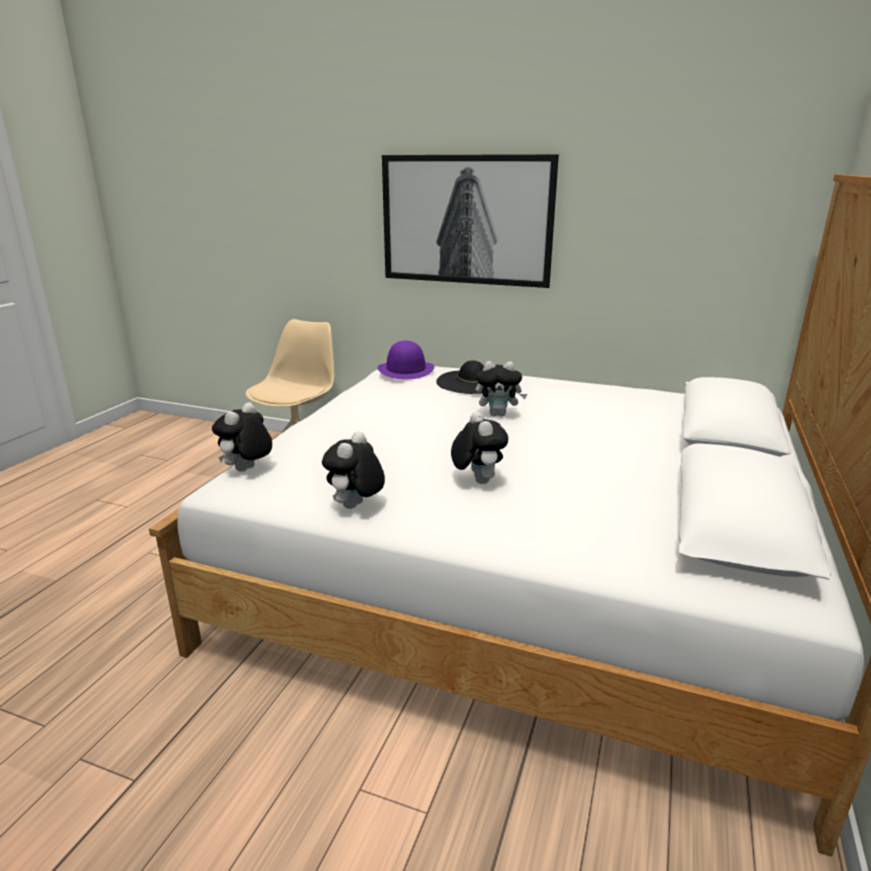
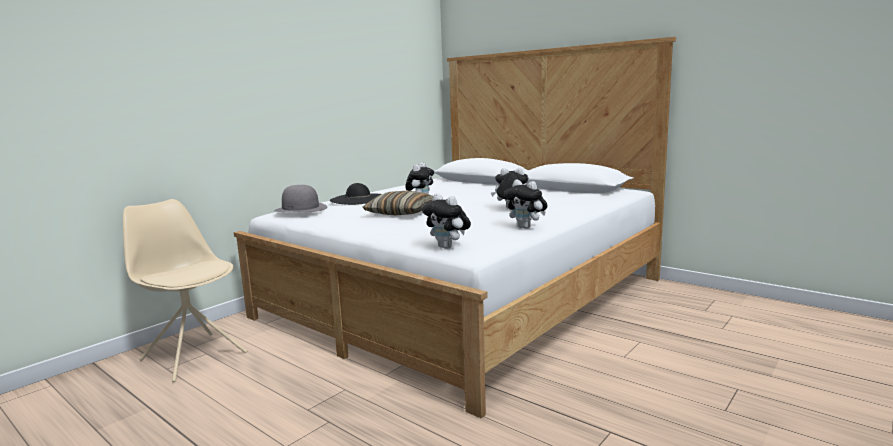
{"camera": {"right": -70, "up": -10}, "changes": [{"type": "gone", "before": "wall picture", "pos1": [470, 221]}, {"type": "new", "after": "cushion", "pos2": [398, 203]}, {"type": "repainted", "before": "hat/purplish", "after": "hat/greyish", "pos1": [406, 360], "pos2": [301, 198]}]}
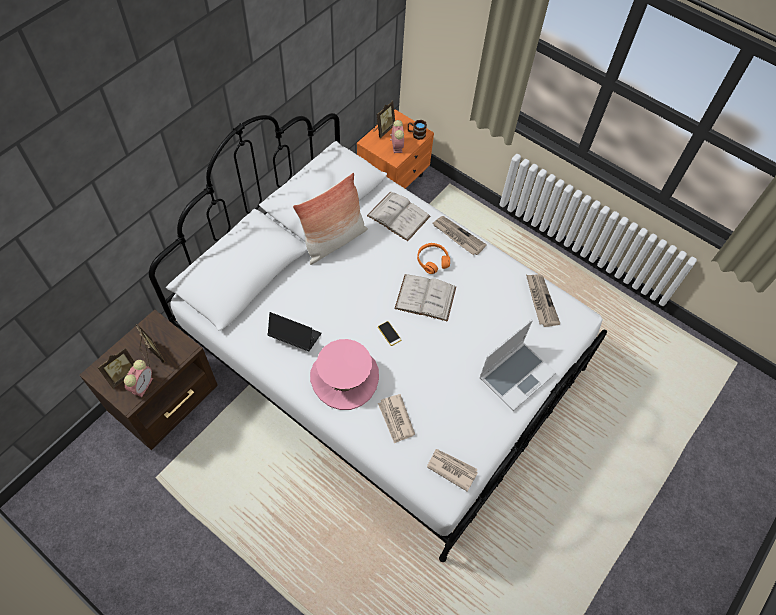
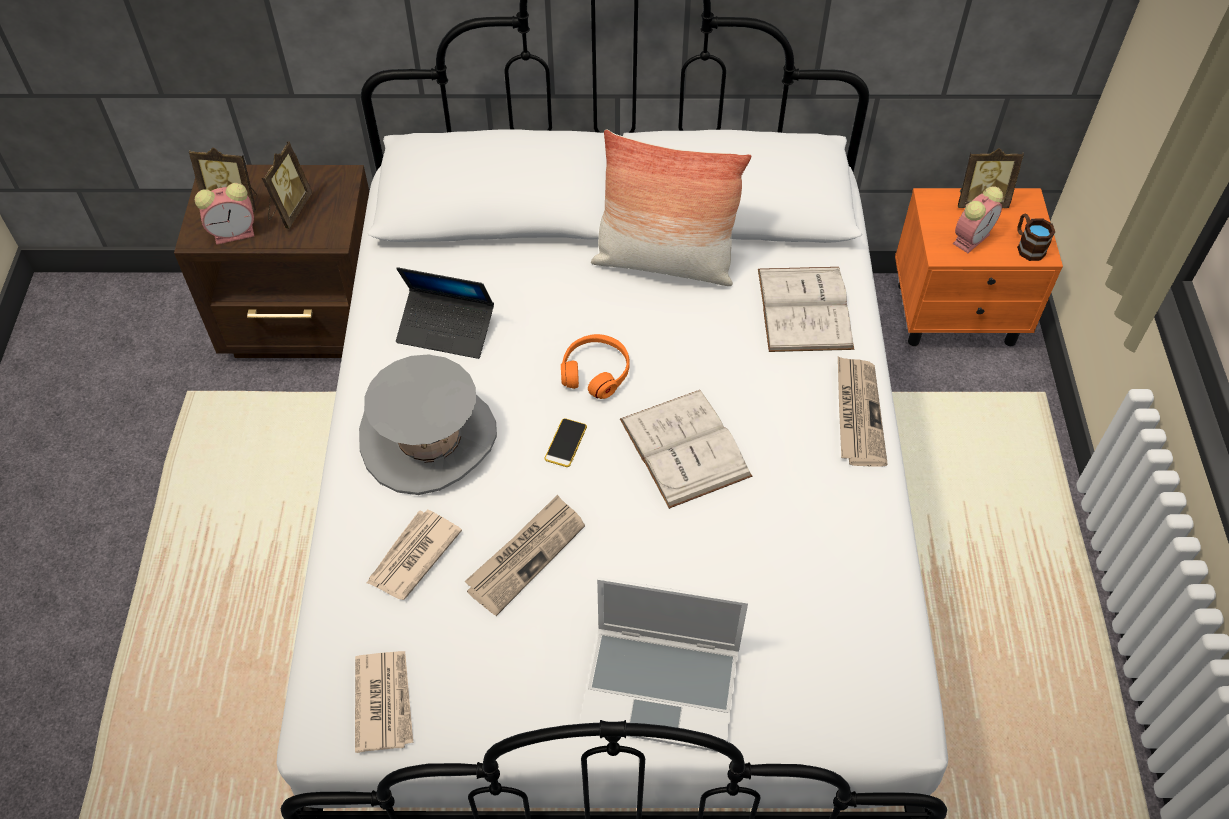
{"camera": {"right": 55, "up": -5}, "changes": [{"type": "shifted", "before": "headset/orange", "pos1": [433, 258], "pos2": [595, 366]}, {"type": "shifted", "before": "newspaper", "pos1": [543, 300], "pos2": [525, 555]}, {"type": "repainted", "before": "hat/pink-coloured", "after": "hat/greyish", "pos1": [344, 374], "pos2": [428, 425]}, {"type": "rotated", "before": "portable computer", "pos1": [294, 331], "pos2": [445, 313], "turn": 120}]}
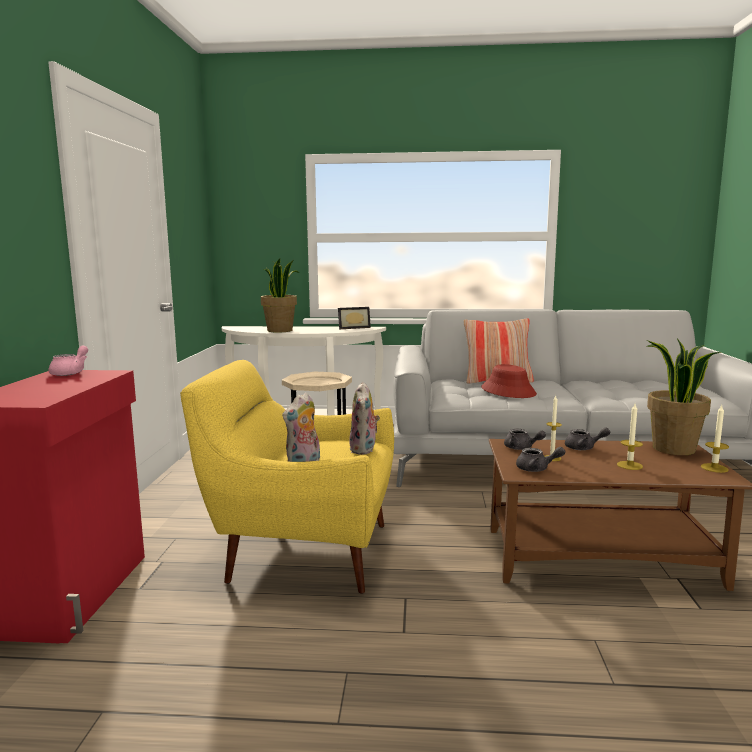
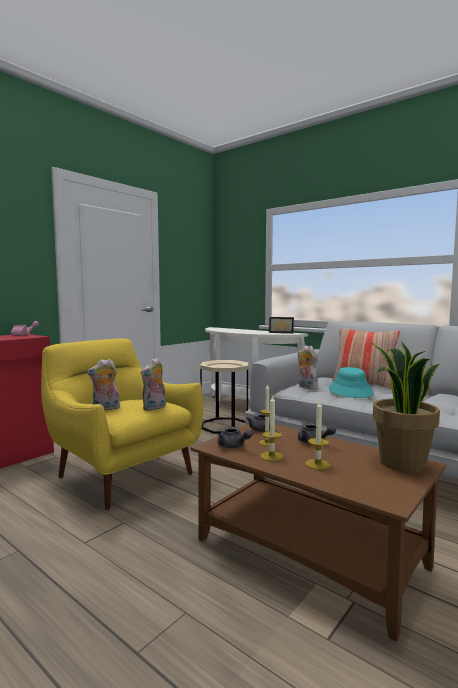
{"camera": {"right": 35, "up": -5}, "changes": [{"type": "gone", "before": "houseplant", "pos1": [280, 295]}, {"type": "new", "after": "plush toy", "pos2": [307, 367]}, {"type": "shifted", "before": "wax candle", "pos1": [715, 439], "pos2": [272, 428]}, {"type": "repainted", "before": "hat/red-coloured", "after": "hat/turquoise", "pos1": [509, 381], "pos2": [351, 382]}]}
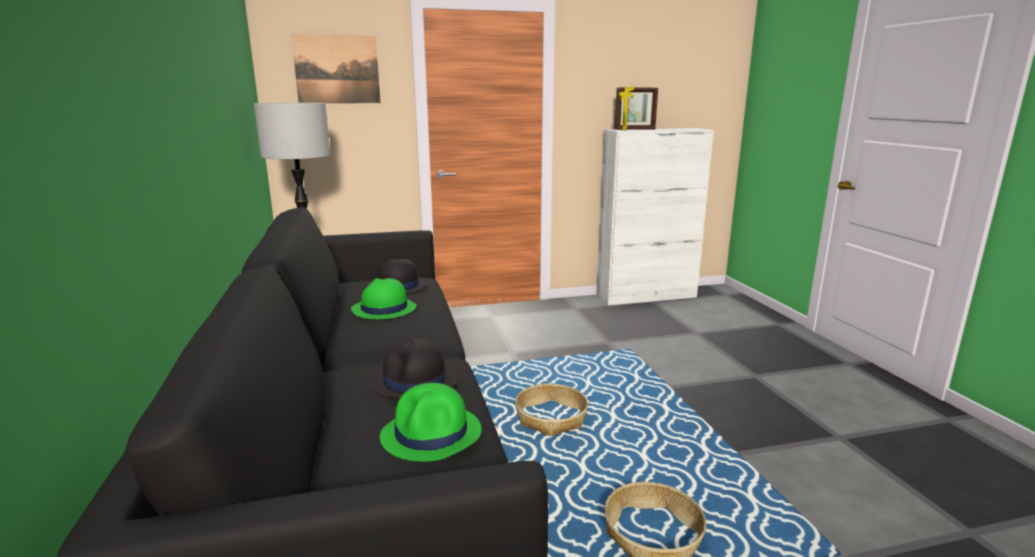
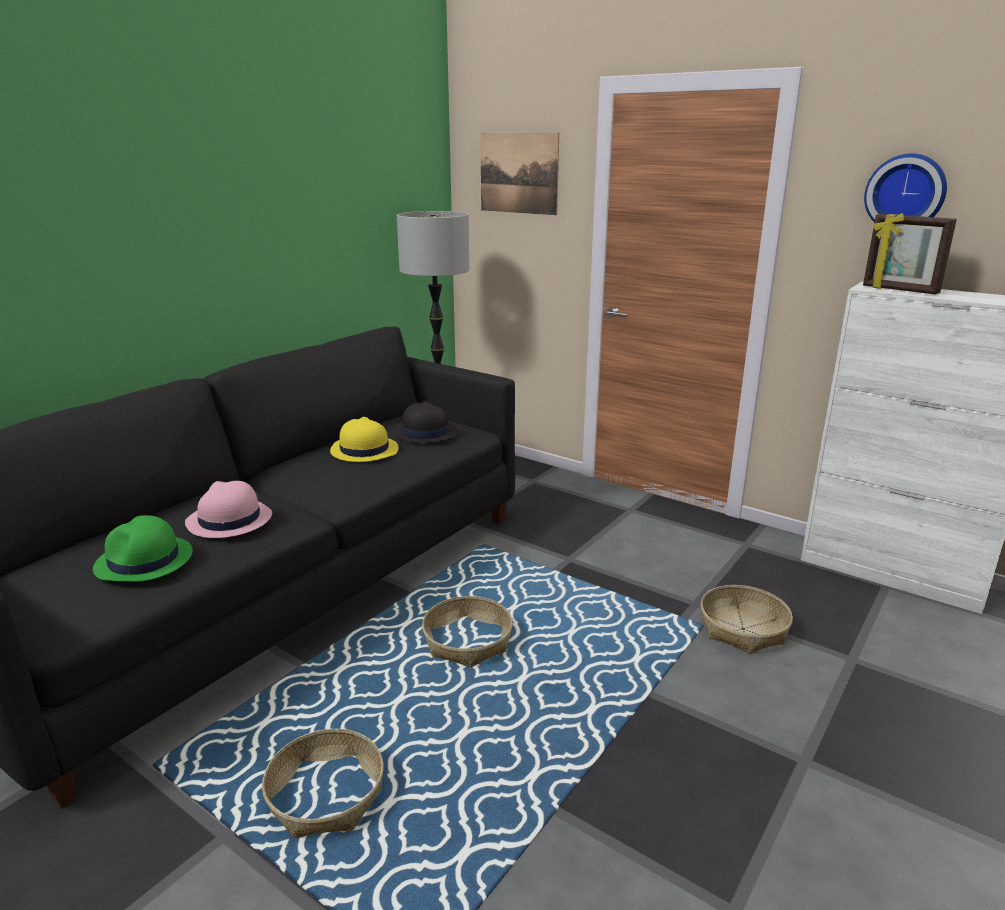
{"camera": {"right": 50, "up": 5}, "changes": [{"type": "new", "after": "storage basket", "pos2": [747, 619]}, {"type": "new", "after": "wall clock", "pos2": [905, 188]}, {"type": "repainted", "before": "hat/green", "after": "hat/yellowish", "pos1": [383, 298], "pos2": [364, 439]}, {"type": "repainted", "before": "hat/black", "after": "hat/pink-coloured", "pos1": [414, 369], "pos2": [228, 509]}]}
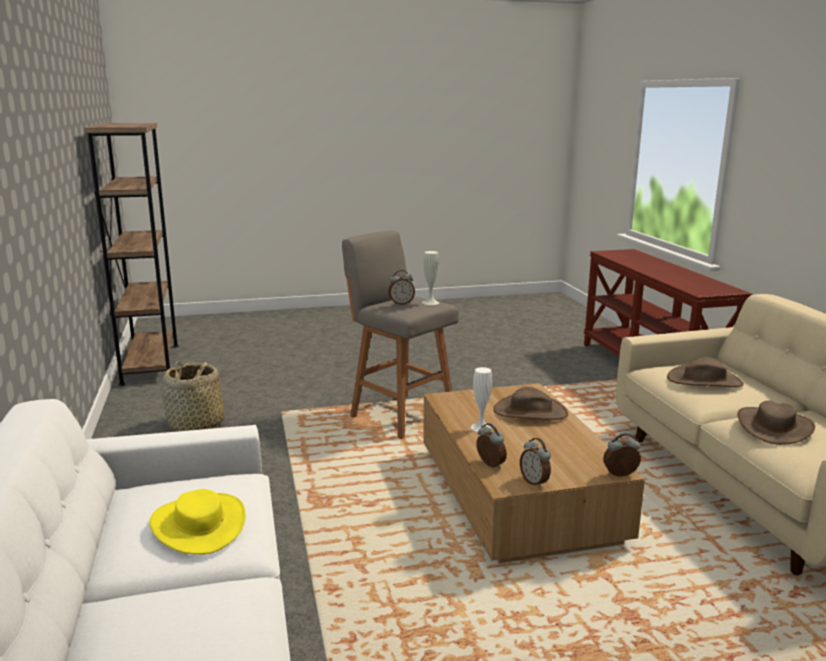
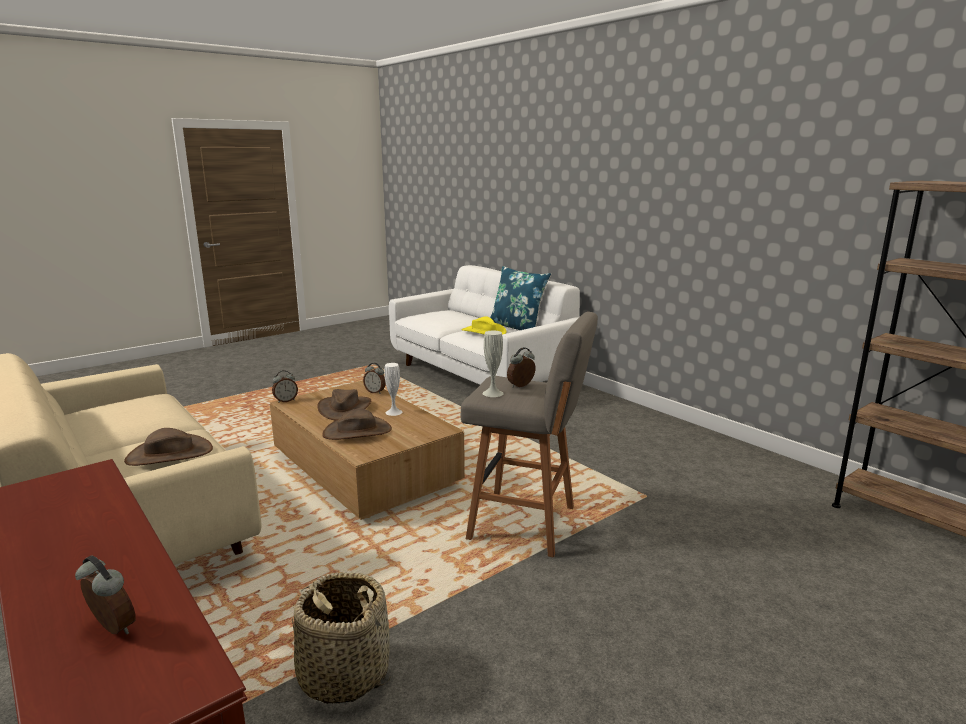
{"camera": {"right": 155, "up": 0}, "changes": [{"type": "new", "after": "cushion/bluish", "pos2": [520, 298]}, {"type": "shifted", "before": "storage basket", "pos1": [193, 397], "pos2": [341, 638]}, {"type": "shifted", "before": "bedside clock", "pos1": [535, 463], "pos2": [105, 595]}, {"type": "shifted", "before": "hat/brownish", "pos1": [776, 423], "pos2": [344, 404]}]}
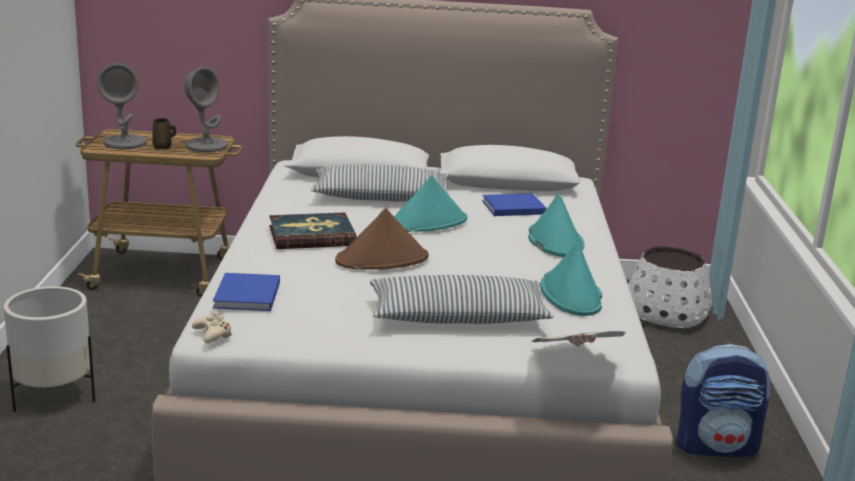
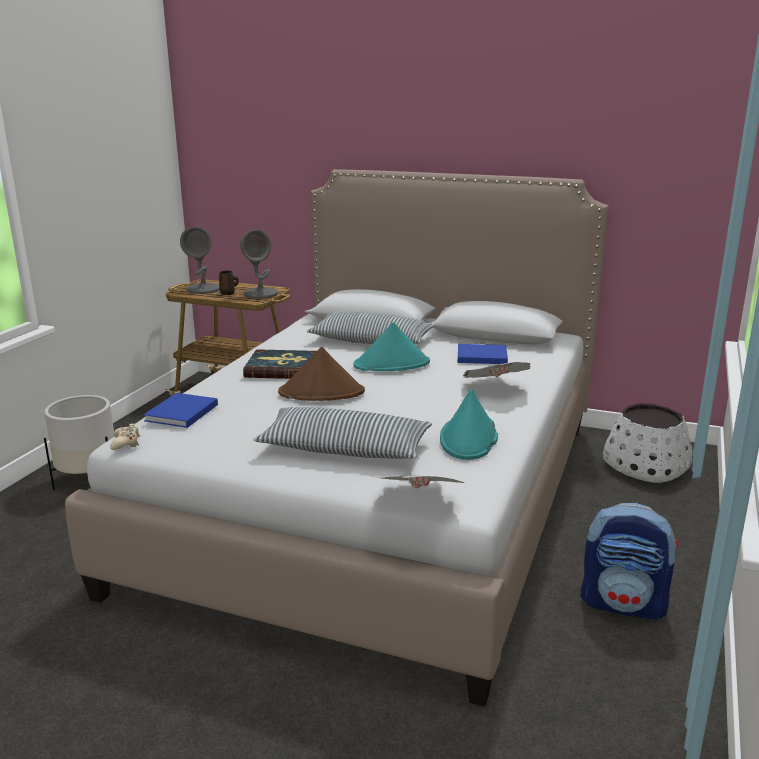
{"camera": {"right": 20, "up": 0}, "changes": [{"type": "swapped", "before": "hat/turquoise", "after": "newspaper", "pos1": [556, 225], "pos2": [497, 370]}]}
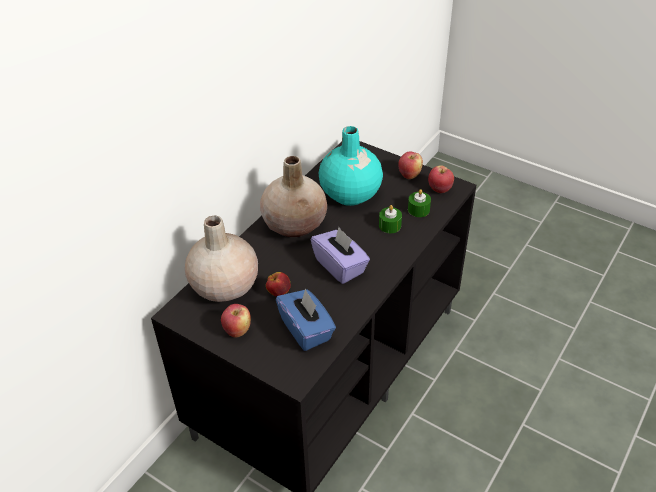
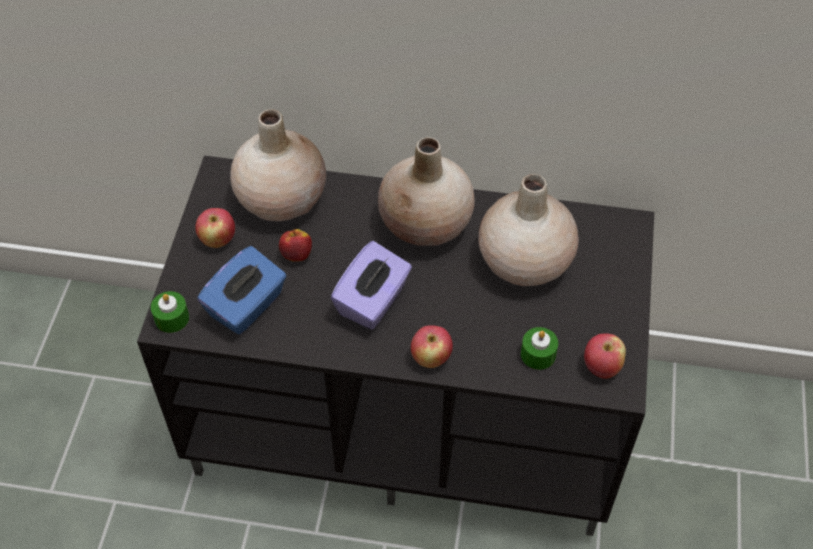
{"camera": {"right": 65, "up": 10}, "changes": [{"type": "shifted", "before": "wax candle/green", "pos1": [390, 219], "pos2": [170, 312]}, {"type": "shifted", "before": "whole apple", "pos1": [410, 165], "pos2": [432, 346]}, {"type": "repainted", "before": "flower vase/turquoise", "after": "flower vase/beige", "pos1": [351, 166], "pos2": [528, 230]}]}
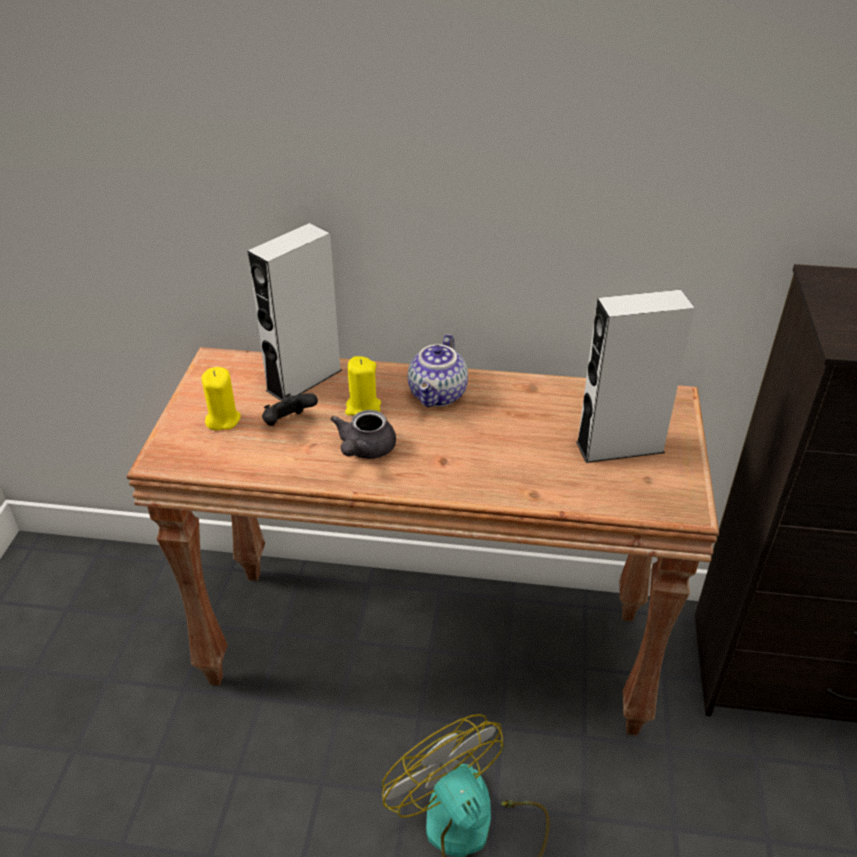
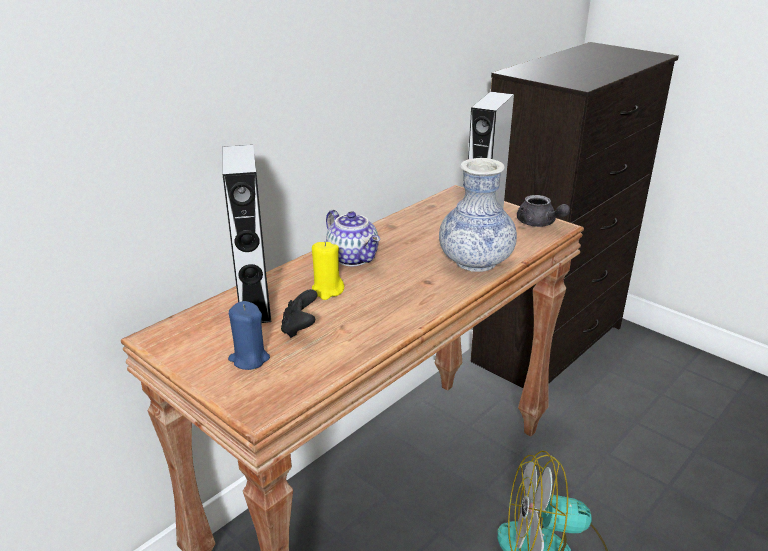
{"camera": {"right": -55, "up": -10}, "changes": [{"type": "new", "after": "flower vase", "pos2": [478, 215]}, {"type": "shifted", "before": "teapot/greyish", "pos1": [363, 434], "pos2": [543, 211]}, {"type": "repainted", "before": "wax candle/yellowish", "after": "wax candle/bluish", "pos1": [221, 399], "pos2": [249, 335]}]}
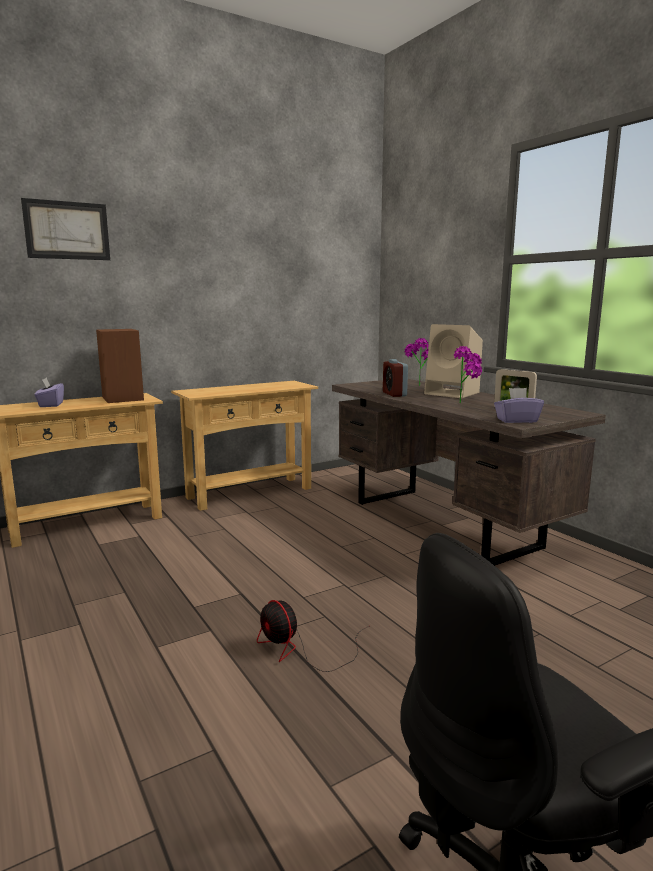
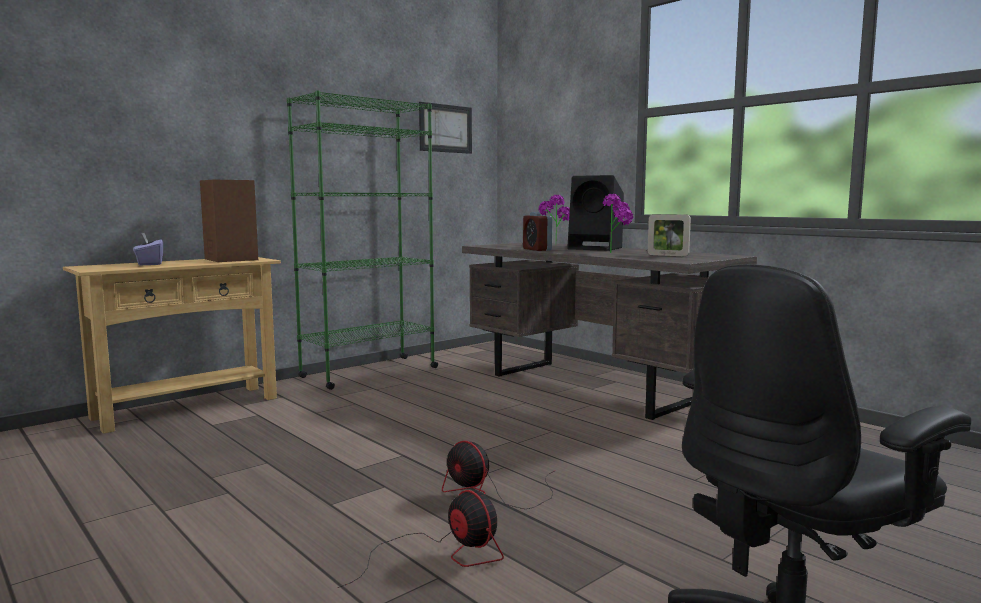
{"camera": {"right": -10, "up": -5}, "changes": [{"type": "gone", "before": "tissue box/purplish", "pos1": [519, 405]}, {"type": "new", "after": "cooling fan", "pos2": [420, 539]}, {"type": "shifted", "before": "wall picture", "pos1": [65, 229], "pos2": [445, 128]}, {"type": "swapped", "before": "hall table/beige", "after": "bookshelf/green", "pos1": [244, 446], "pos2": [362, 240]}, {"type": "repainted", "before": "speaker/beige", "after": "speaker/black", "pos1": [453, 361], "pos2": [595, 213]}]}
